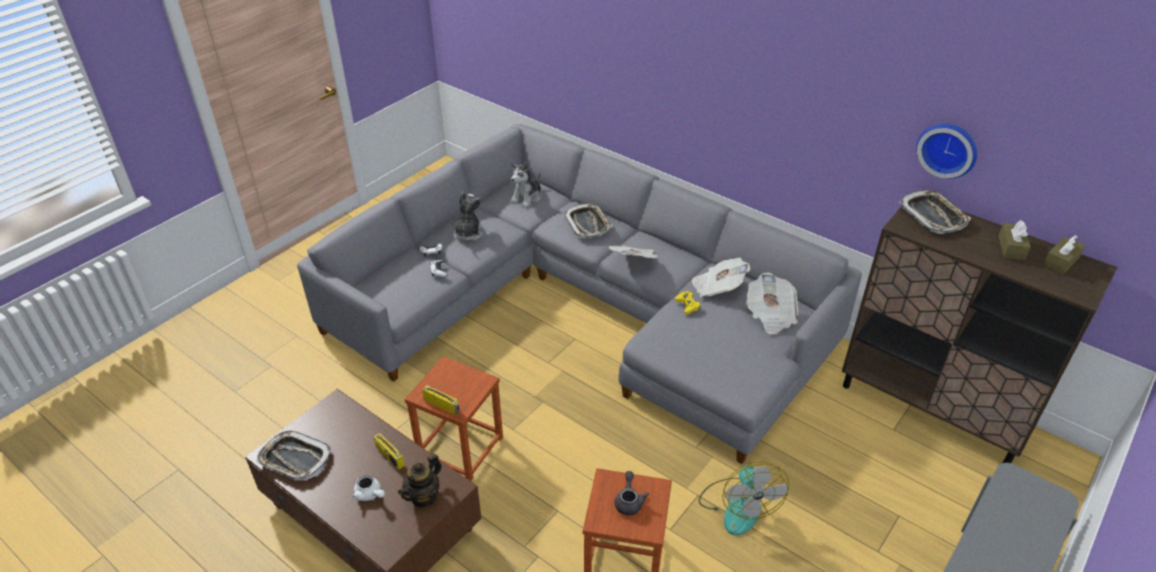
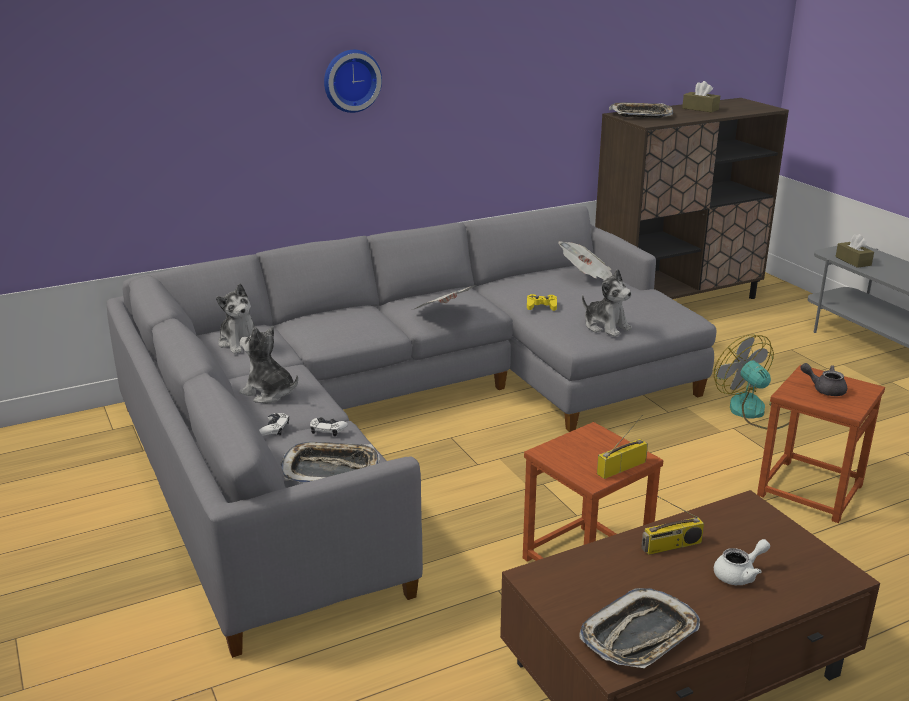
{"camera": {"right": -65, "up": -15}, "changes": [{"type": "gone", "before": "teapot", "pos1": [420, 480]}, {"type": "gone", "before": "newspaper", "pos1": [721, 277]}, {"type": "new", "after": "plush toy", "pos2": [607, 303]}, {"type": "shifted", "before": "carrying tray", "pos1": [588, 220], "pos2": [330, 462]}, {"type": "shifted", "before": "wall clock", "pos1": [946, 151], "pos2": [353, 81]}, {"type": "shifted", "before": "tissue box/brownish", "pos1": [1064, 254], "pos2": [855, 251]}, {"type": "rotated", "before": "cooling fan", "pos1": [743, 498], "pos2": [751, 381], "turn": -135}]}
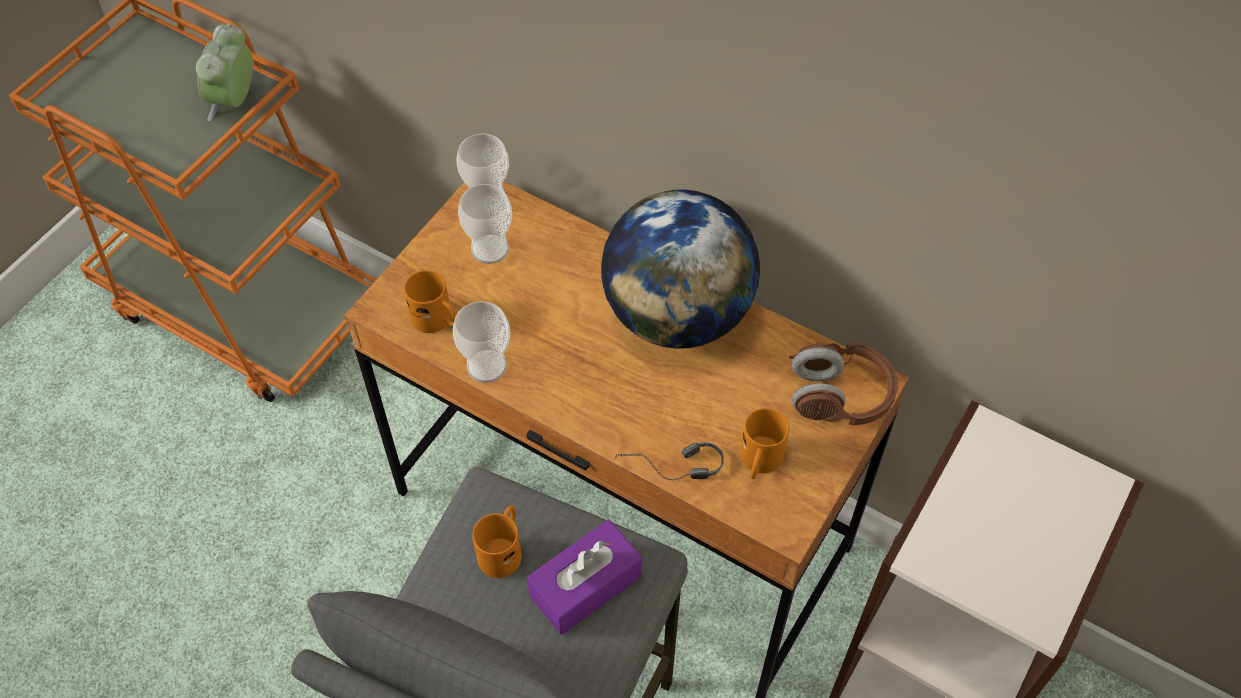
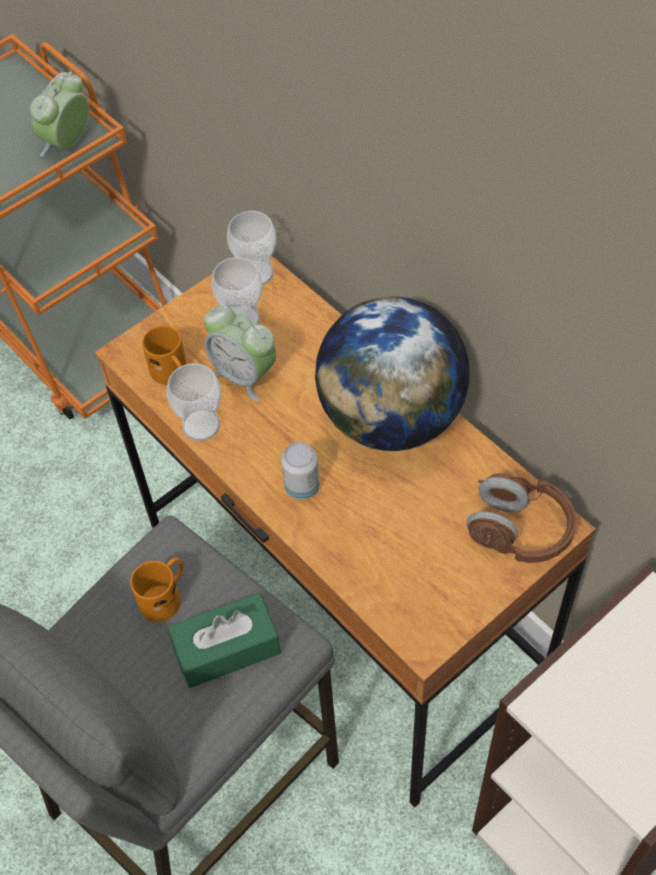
{"camera": {"right": 20, "up": 0}, "changes": [{"type": "gone", "before": "headset", "pos1": [669, 461]}, {"type": "gone", "before": "coffee mug/orange", "pos1": [764, 443]}, {"type": "new", "after": "bedside clock", "pos2": [240, 353]}, {"type": "new", "after": "can", "pos2": [300, 471]}, {"type": "repainted", "before": "tissue box/purplish", "after": "tissue box/green", "pos1": [584, 577], "pos2": [224, 640]}]}
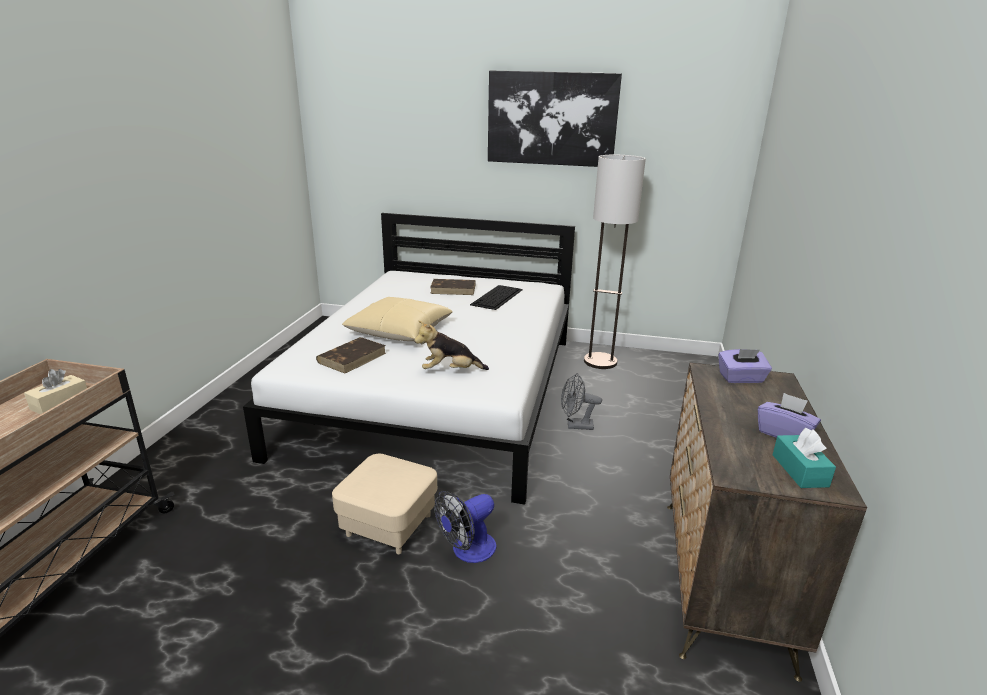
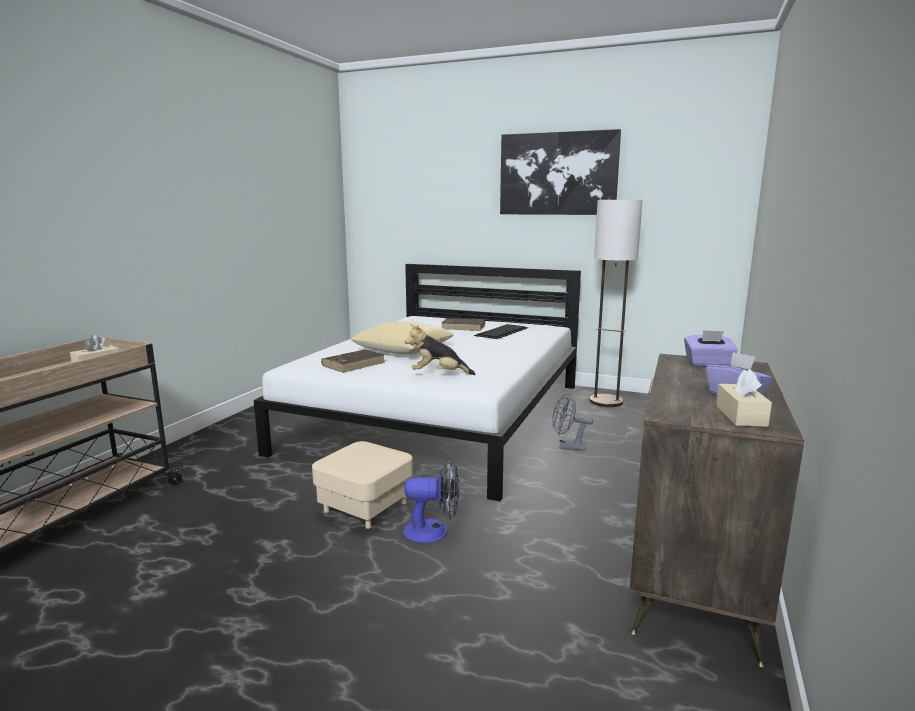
{"camera": {"right": 10, "up": -10}, "changes": [{"type": "repainted", "before": "tissue box/turquoise", "after": "tissue box/beige", "pos1": [804, 458], "pos2": [744, 398]}, {"type": "rotated", "before": "cooling fan", "pos1": [465, 527], "pos2": [431, 501], "turn": -150}]}
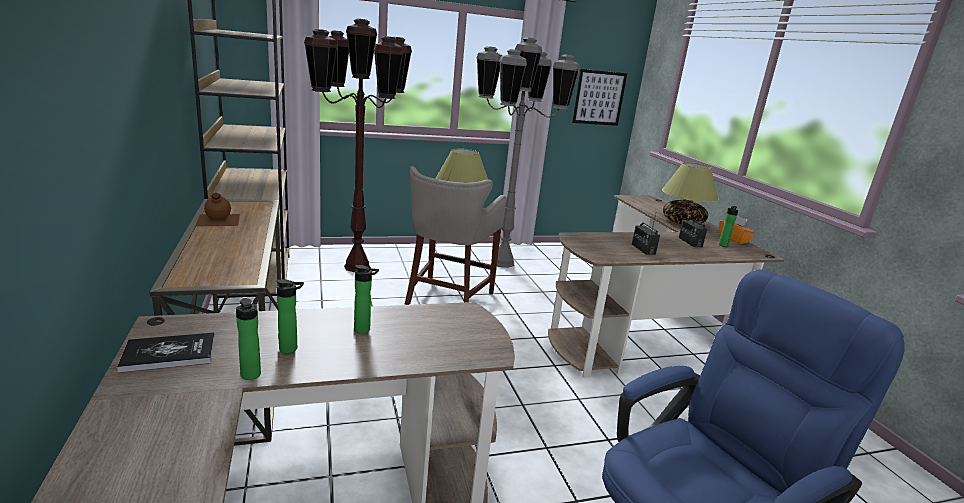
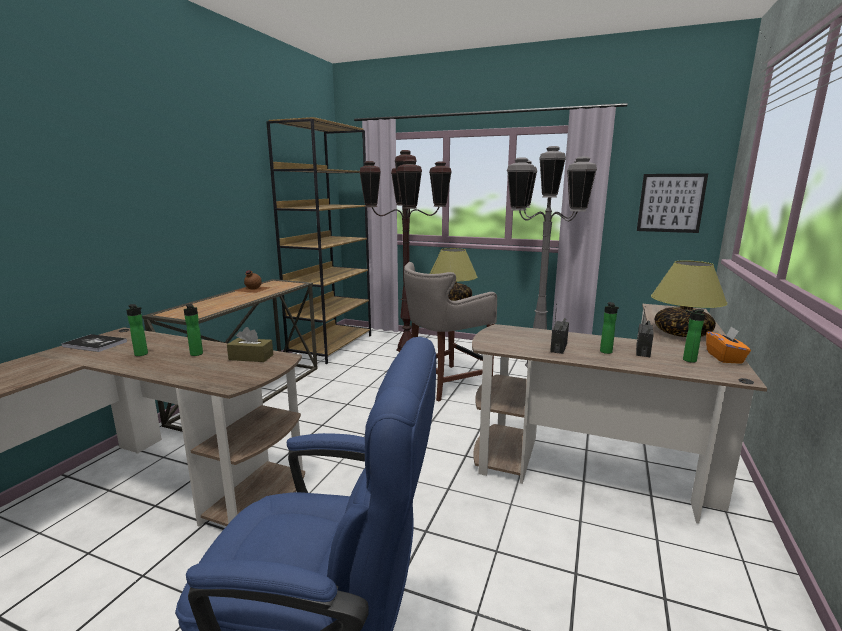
{"camera": {"right": 40, "up": -5}, "changes": [{"type": "new", "after": "tissue box/brownish", "pos2": [250, 344]}, {"type": "shifted", "before": "drink bottle", "pos1": [248, 339], "pos2": [609, 328]}]}
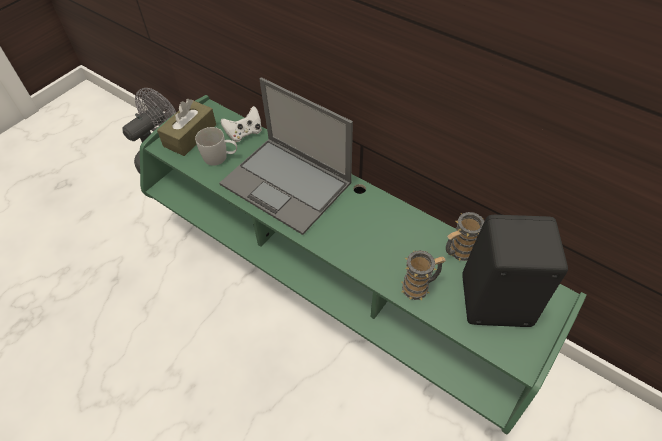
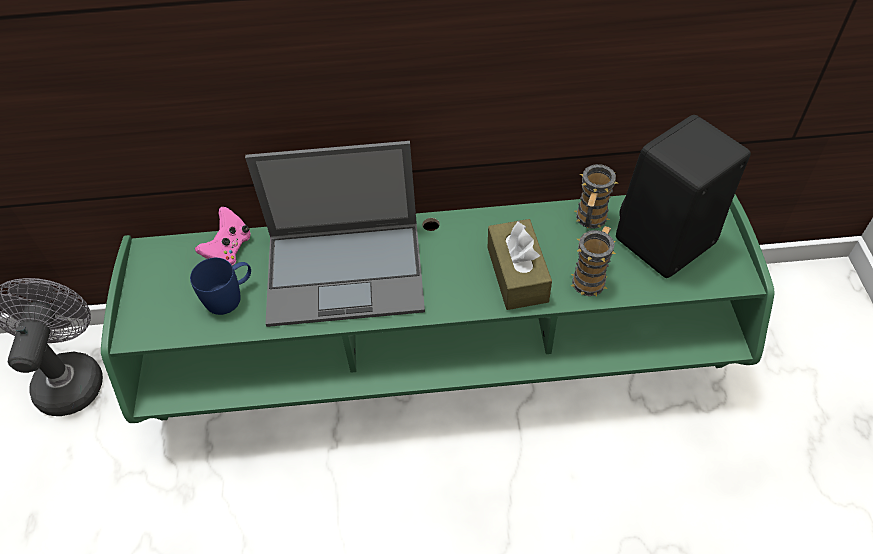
{"camera": {"right": -40, "up": 0}, "changes": [{"type": "shifted", "before": "tissue box/brownish", "pos1": [186, 127], "pos2": [520, 264]}, {"type": "repainted", "before": "coffee mug/white-coloured", "after": "coffee mug/bluish", "pos1": [216, 146], "pos2": [220, 286]}, {"type": "repainted", "before": "joypad/white-coloured", "after": "joypad/pink-coloured", "pos1": [241, 124], "pos2": [223, 236]}]}
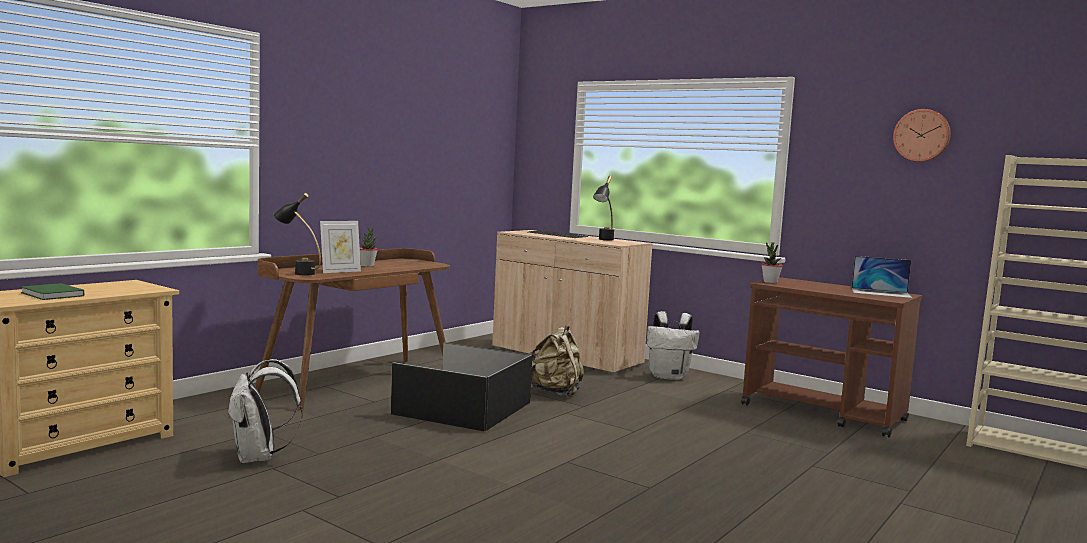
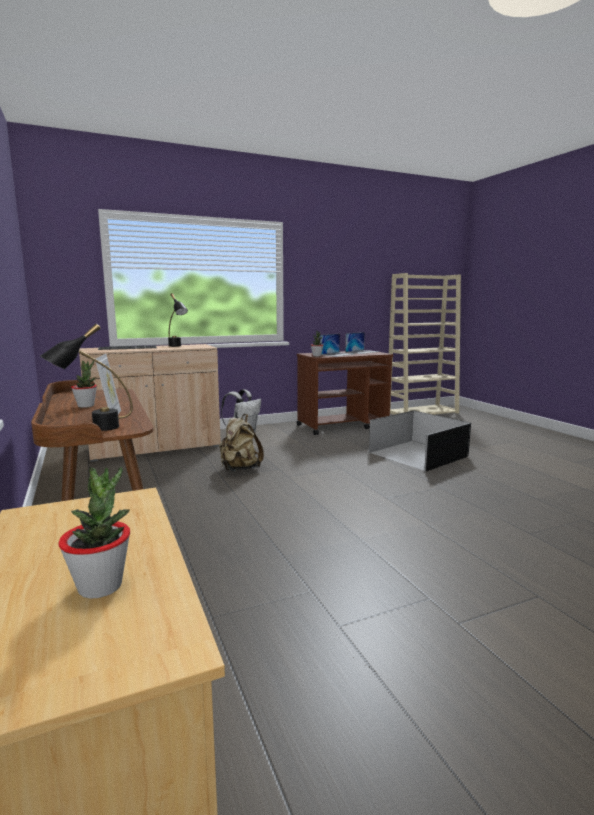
{"camera": {"right": -60, "up": 5}, "changes": [{"type": "gone", "before": "backpack/white-coloured", "pos1": [265, 411]}, {"type": "gone", "before": "wall clock", "pos1": [922, 135]}, {"type": "new", "after": "portable computer", "pos2": [337, 345]}, {"type": "shifted", "before": "storage bin/black", "pos1": [461, 386], "pos2": [420, 441]}, {"type": "swapped", "before": "volume/green", "after": "houseplant", "pos1": [52, 291], "pos2": [94, 533]}]}
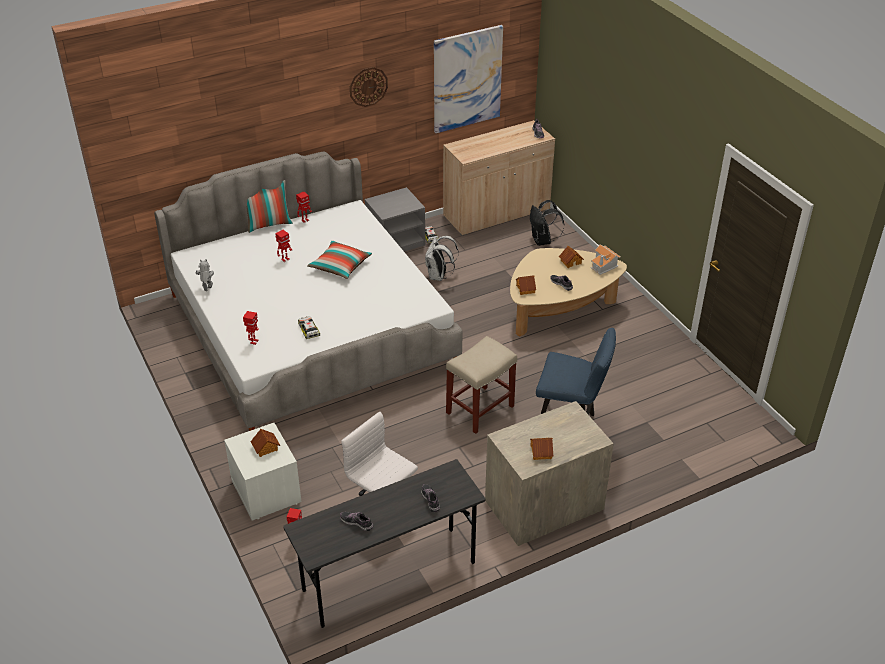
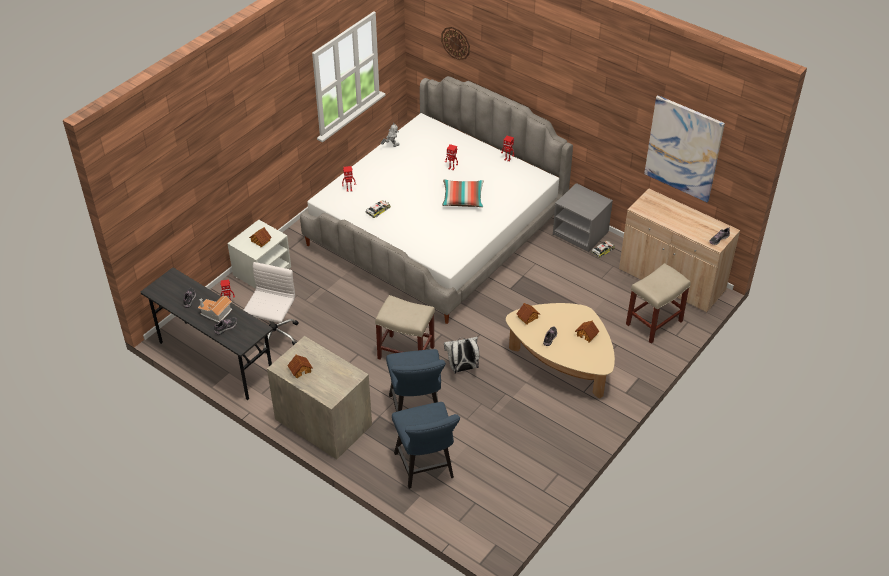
{"camera": {"right": 65, "up": 5}, "changes": [{"type": "gone", "before": "cushion", "pos1": [270, 206]}, {"type": "new", "after": "upright chair/bluish", "pos2": [426, 445]}, {"type": "shifted", "before": "wall clock", "pos1": [369, 87], "pos2": [455, 43]}, {"type": "shifted", "before": "backpack/white-coloured", "pos1": [442, 258], "pos2": [461, 355]}, {"type": "shifted", "before": "toy house", "pos1": [605, 259], "pos2": [215, 309]}, {"type": "swapped", "before": "backpack/black", "after": "stool seat/beige", "pos1": [547, 223], "pos2": [658, 303]}]}
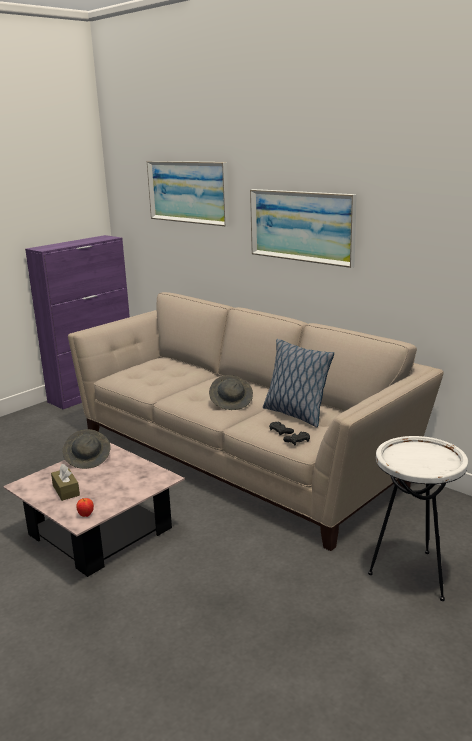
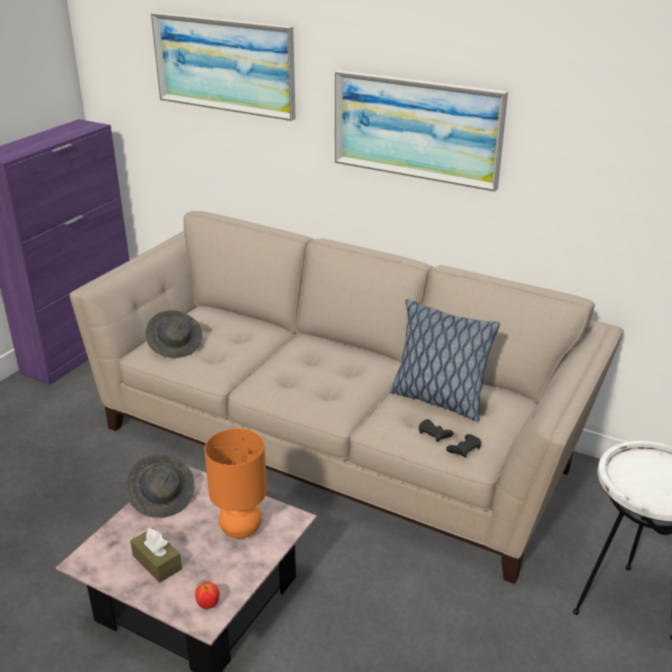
{"camera": {"right": -15, "up": 10}, "changes": [{"type": "new", "after": "table lamp/orange", "pos2": [235, 483]}, {"type": "shifted", "before": "hat/greyish", "pos1": [231, 392], "pos2": [174, 334]}]}
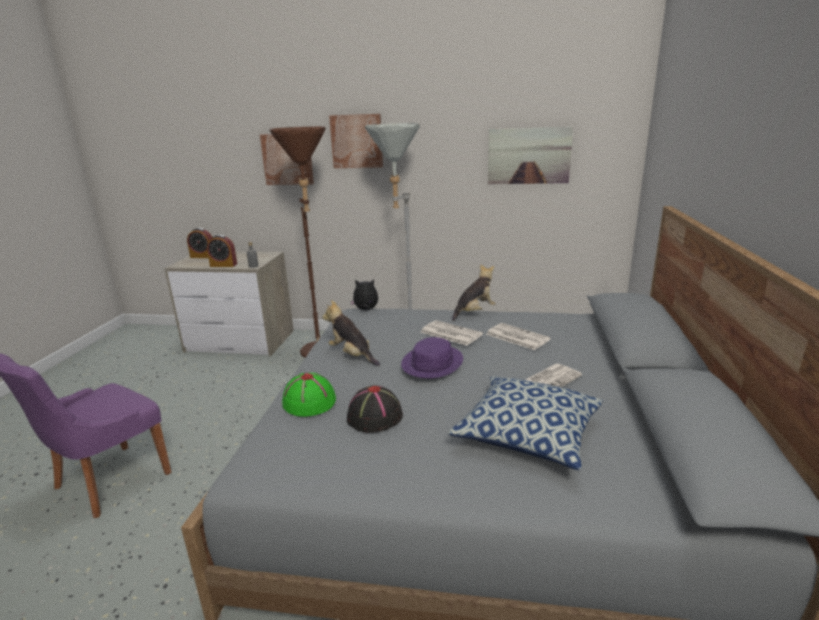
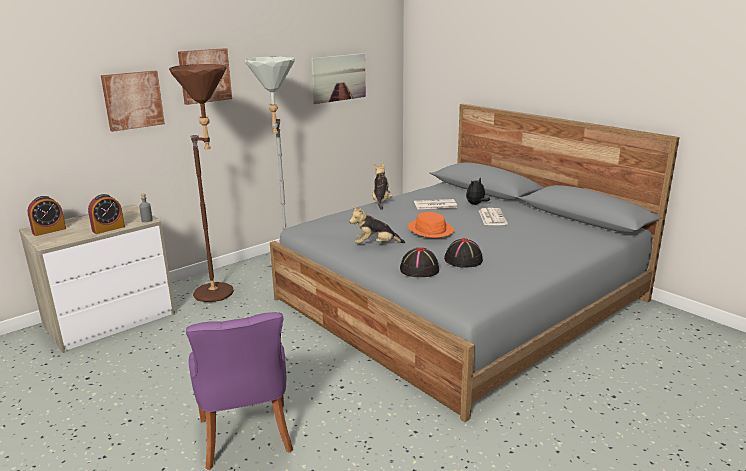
{"camera": {"right": -50, "up": 0}, "changes": [{"type": "gone", "before": "newspaper", "pos1": [451, 333]}, {"type": "gone", "before": "cushion", "pos1": [525, 423]}, {"type": "shifted", "before": "plush toy", "pos1": [364, 294], "pos2": [478, 191]}, {"type": "repainted", "before": "hat/green", "after": "hat/black", "pos1": [309, 395], "pos2": [419, 262]}, {"type": "repainted", "before": "hat/purplish", "after": "hat/orange", "pos1": [432, 357], "pos2": [431, 225]}]}
